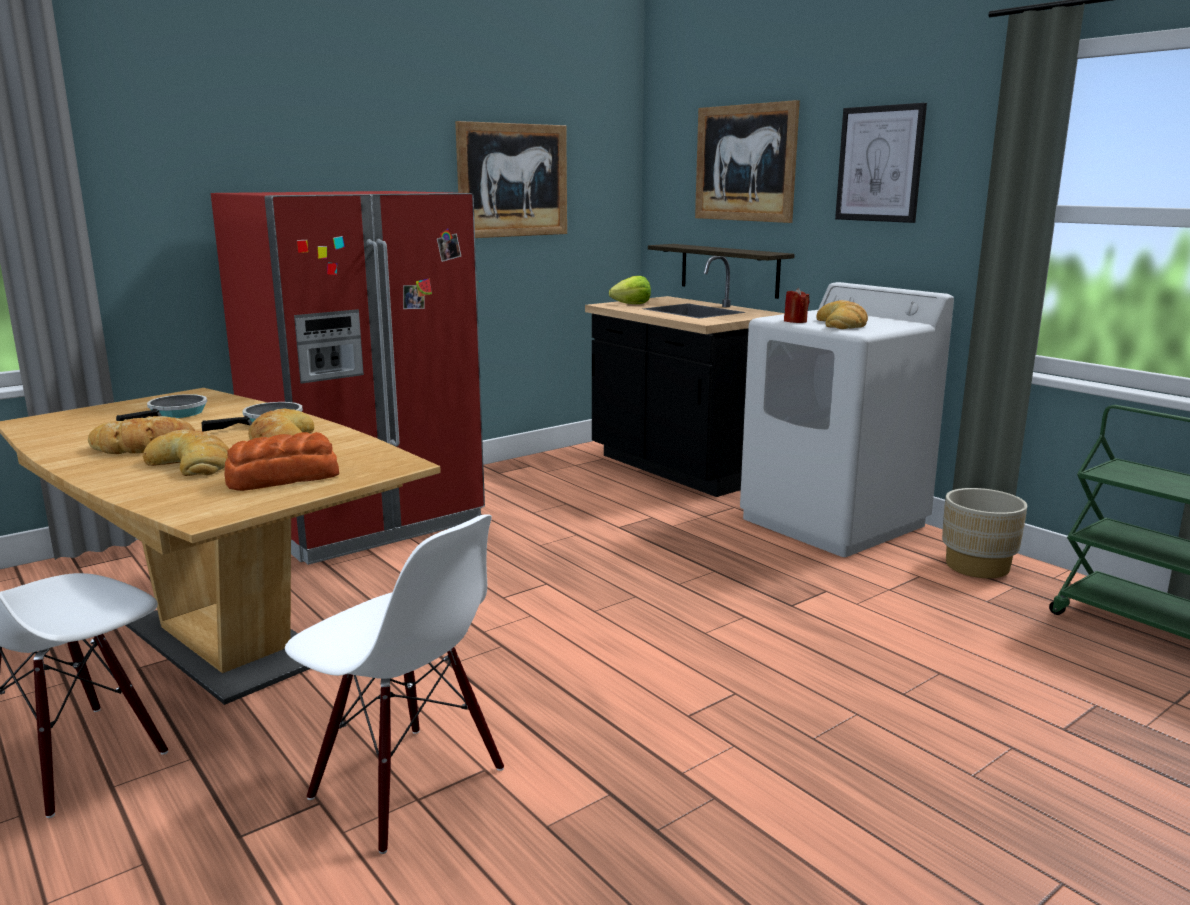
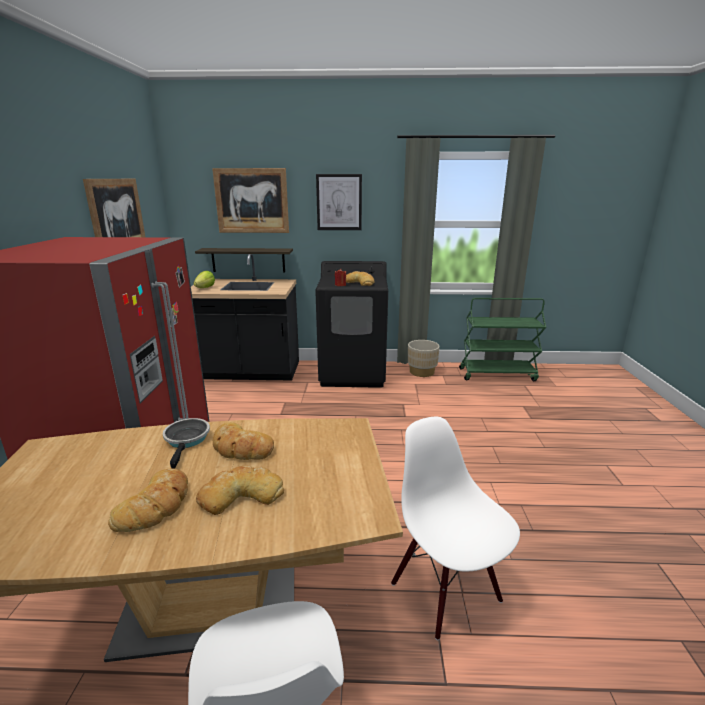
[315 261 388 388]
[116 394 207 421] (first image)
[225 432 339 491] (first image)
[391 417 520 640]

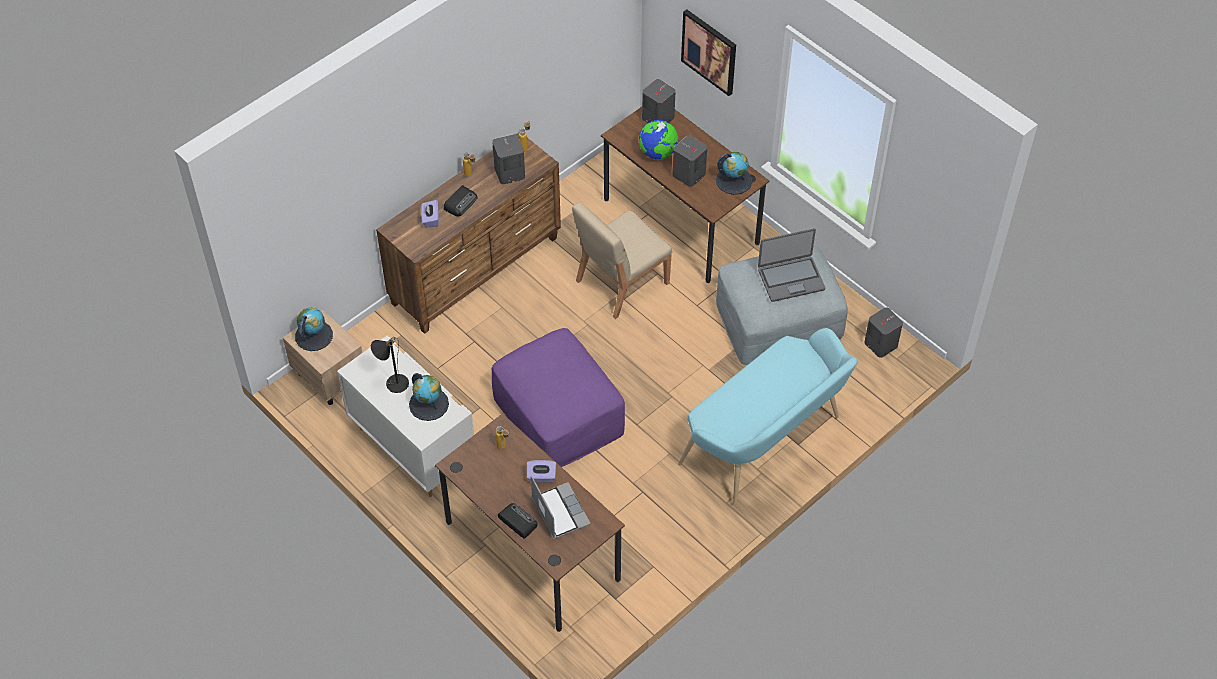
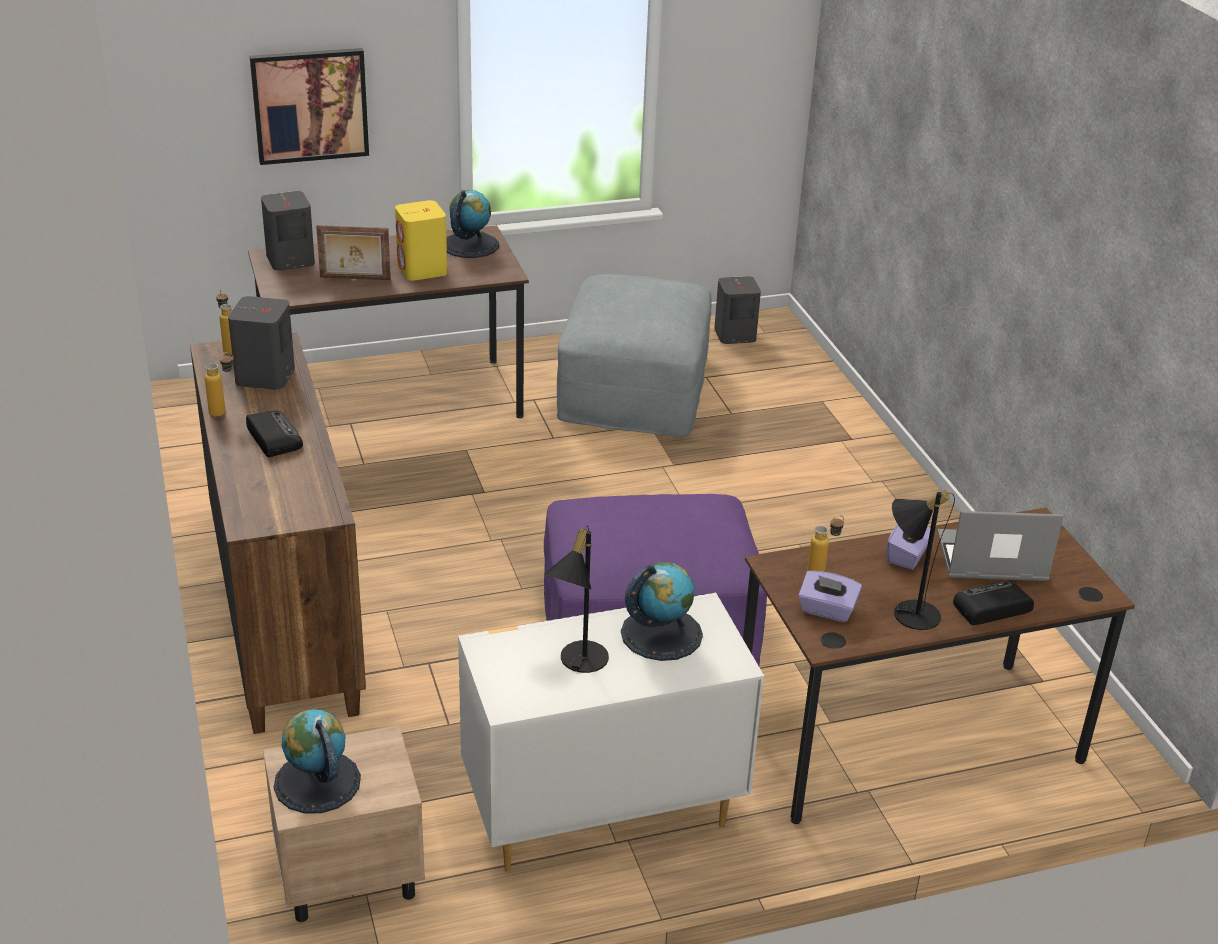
[316 225 391 280]
[395 200 447 281]
[798 571 862 622]
[572 203 672 319] (first image)
[758 228 825 302] (first image)
[678 328 858 505] (first image)
[892 490 955 630]

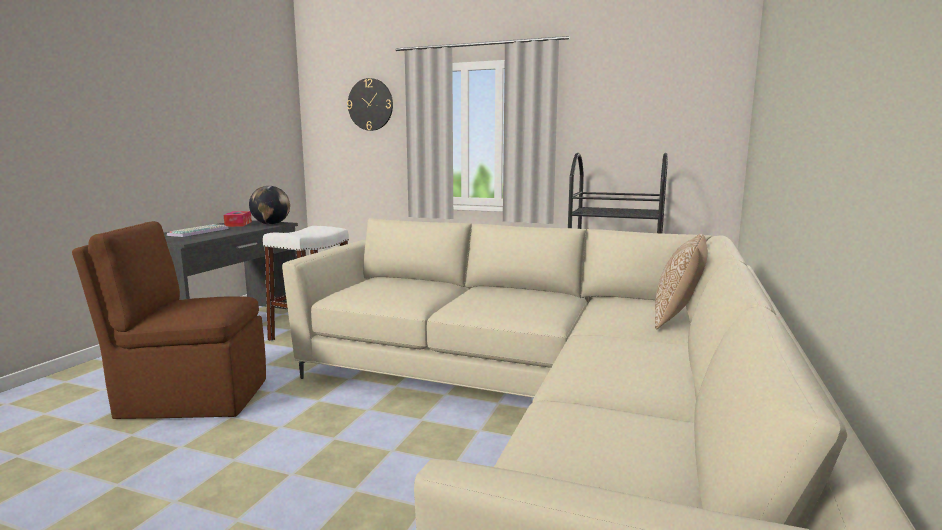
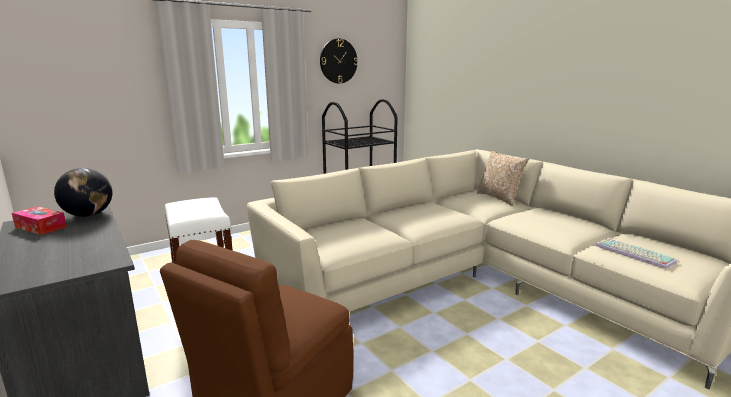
[320 39 358 84]
[595 238 677 269]

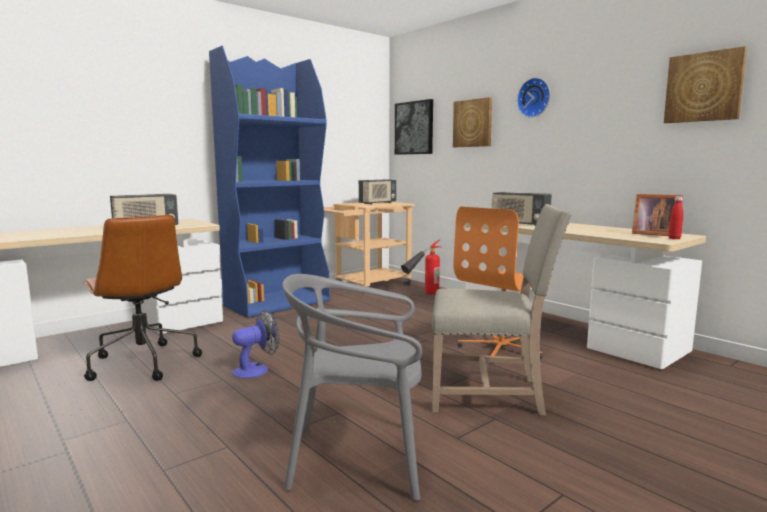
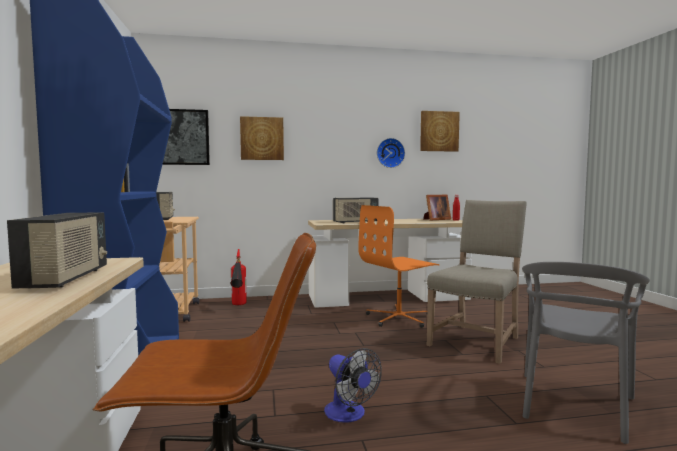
[377 138 405 168]
[358 205 440 328]
[324 348 382 423]

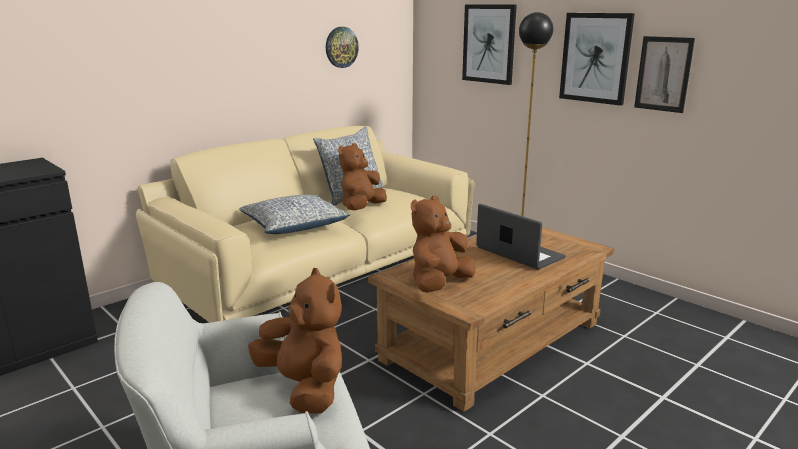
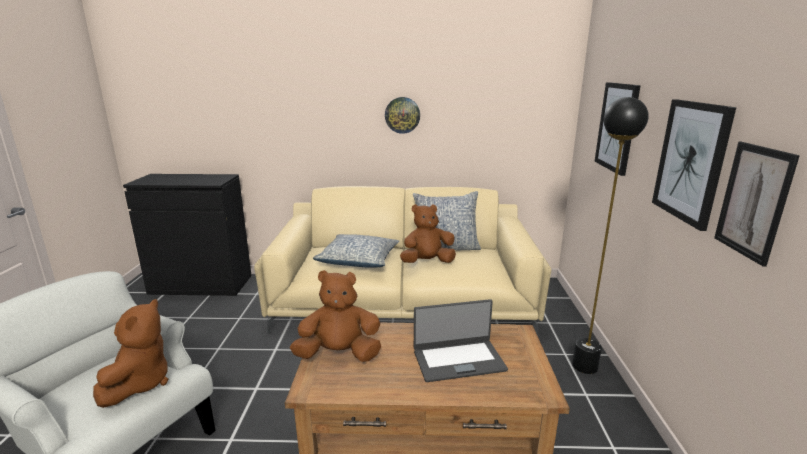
[385 97 420 134]
[414 299 508 382]

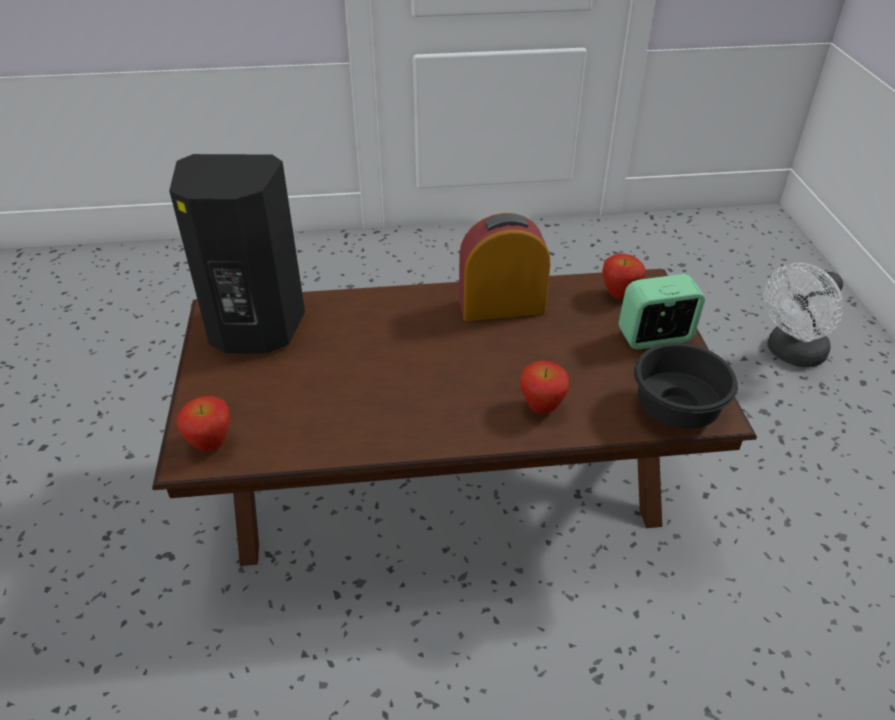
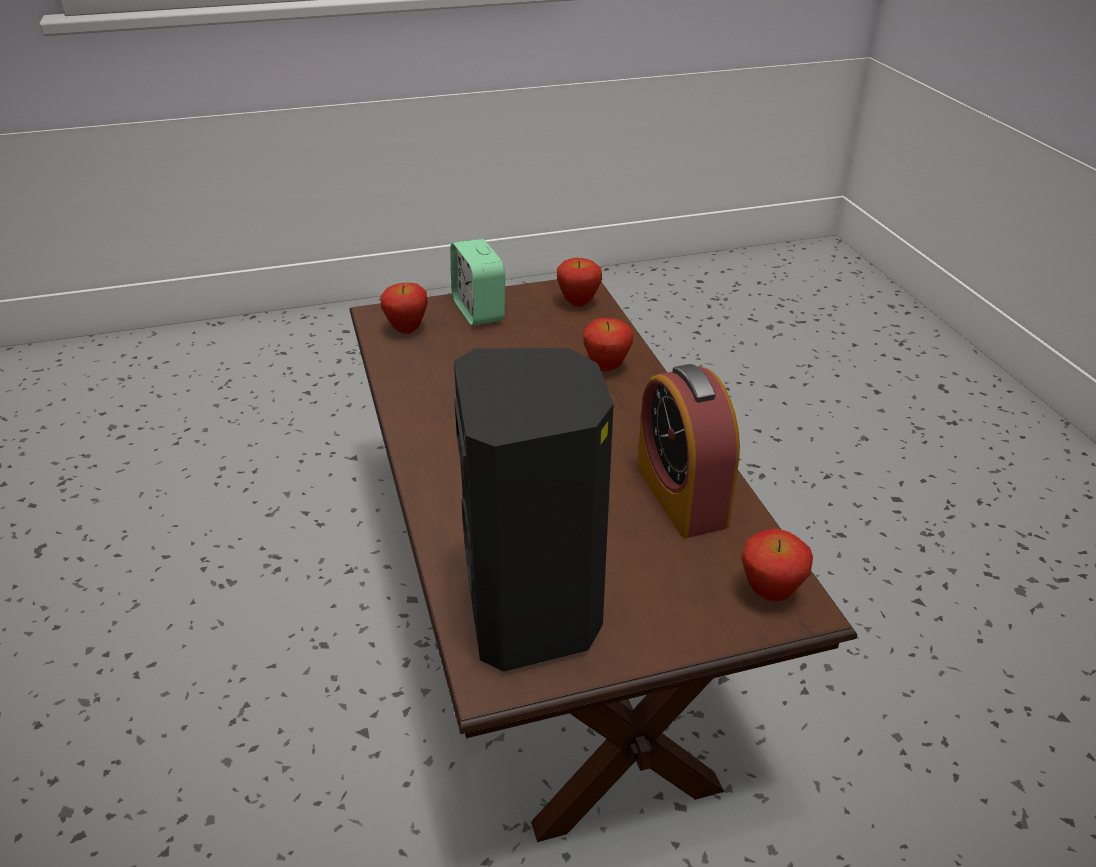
[637 364 740 538]
[764 263 844 367] (first image)
[557 258 602 307]

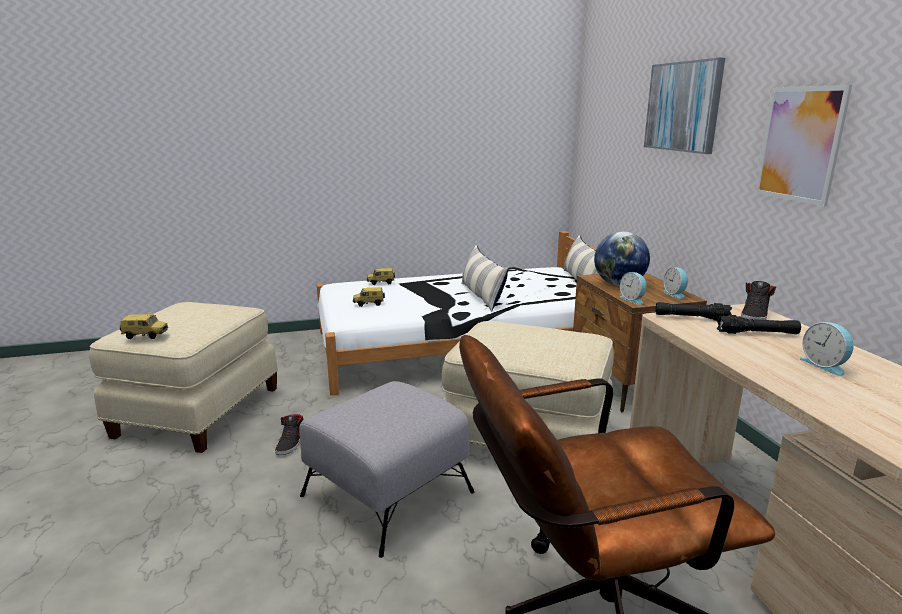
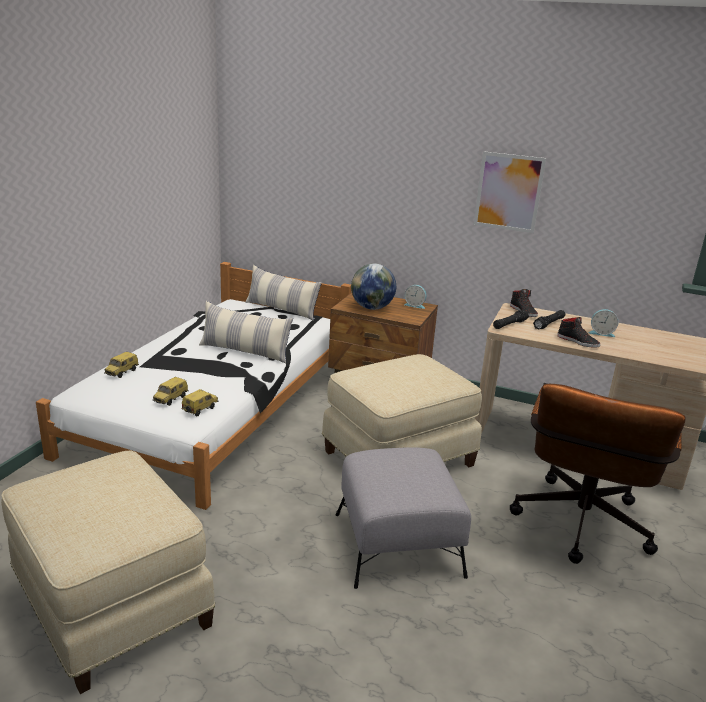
[644 58 725 154] (first image)
[619 272 647 305] (first image)
[181 389 218 416]
[557 317 600 348]

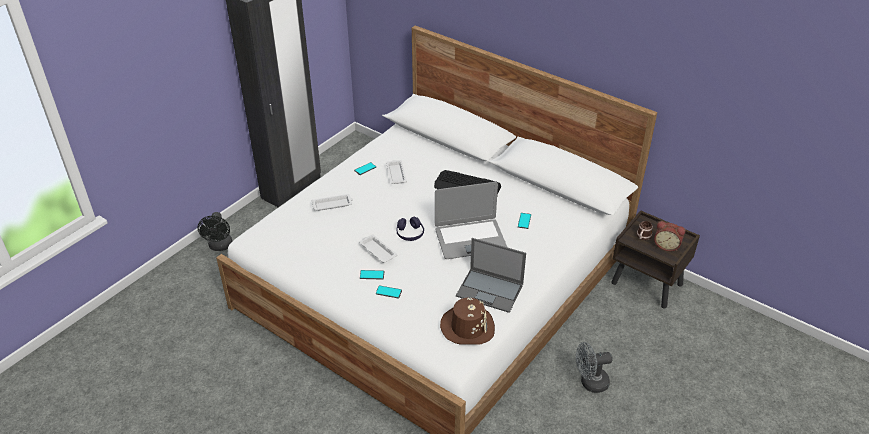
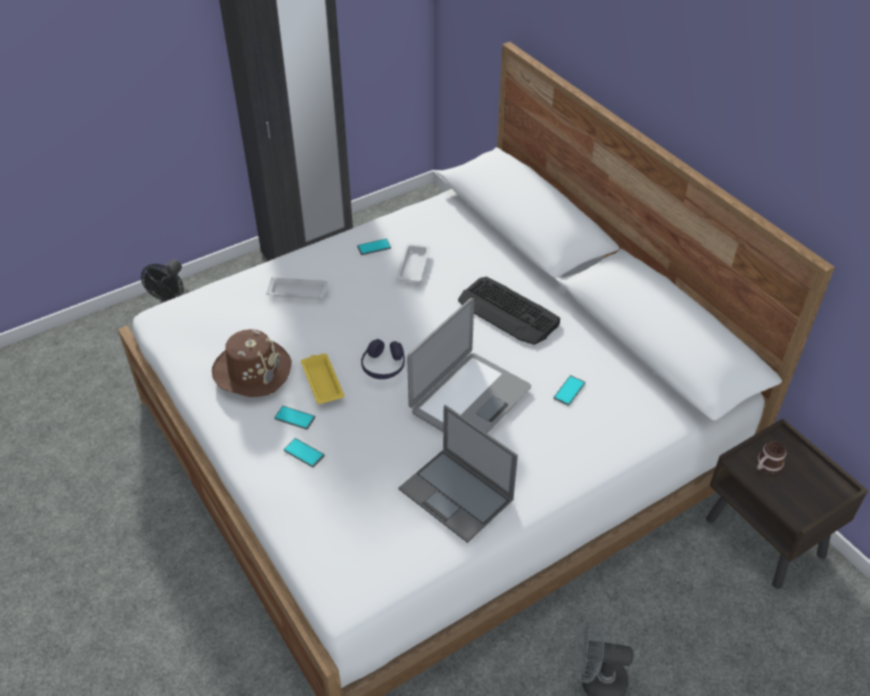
[407 298 531 433]
[654 221 686 251] (first image)
[301 353 344 404]
[212 329 292 397]

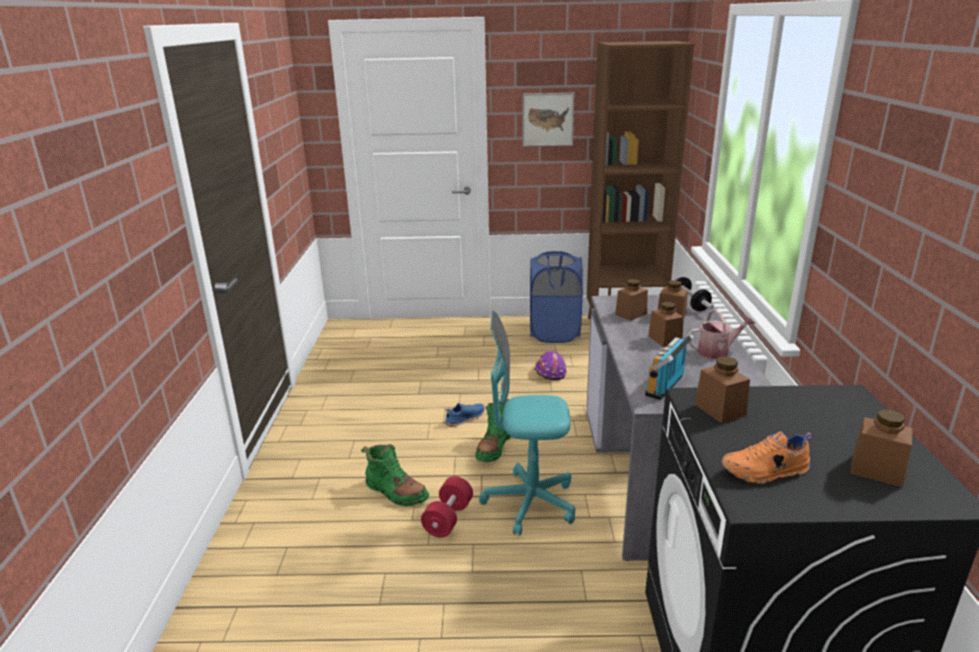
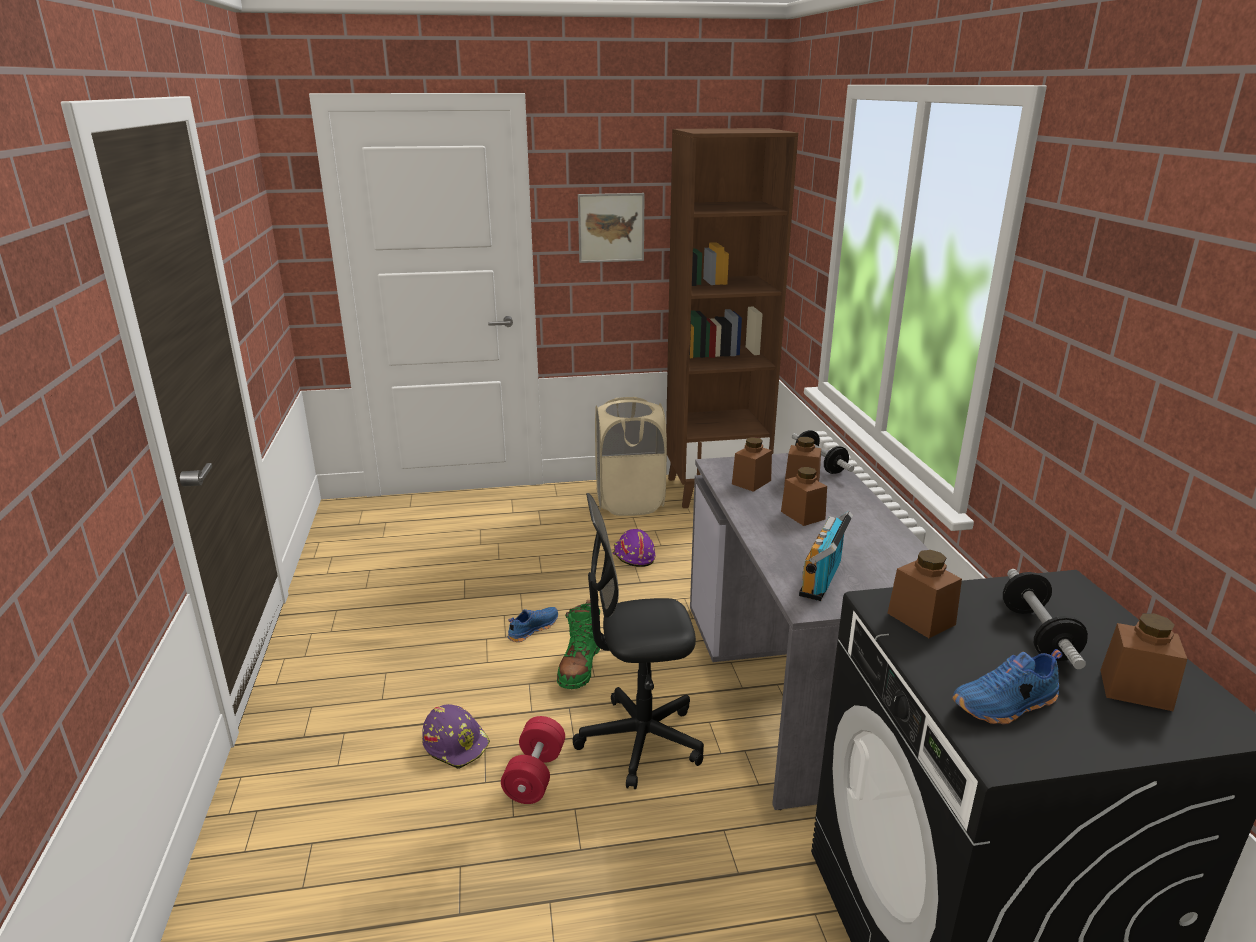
[595 397 667 516]
[687 309 755 359] (first image)
[573 493 704 789]
[952 649 1063 725]
[422 704 490 769]
[1003 569 1088 669]

